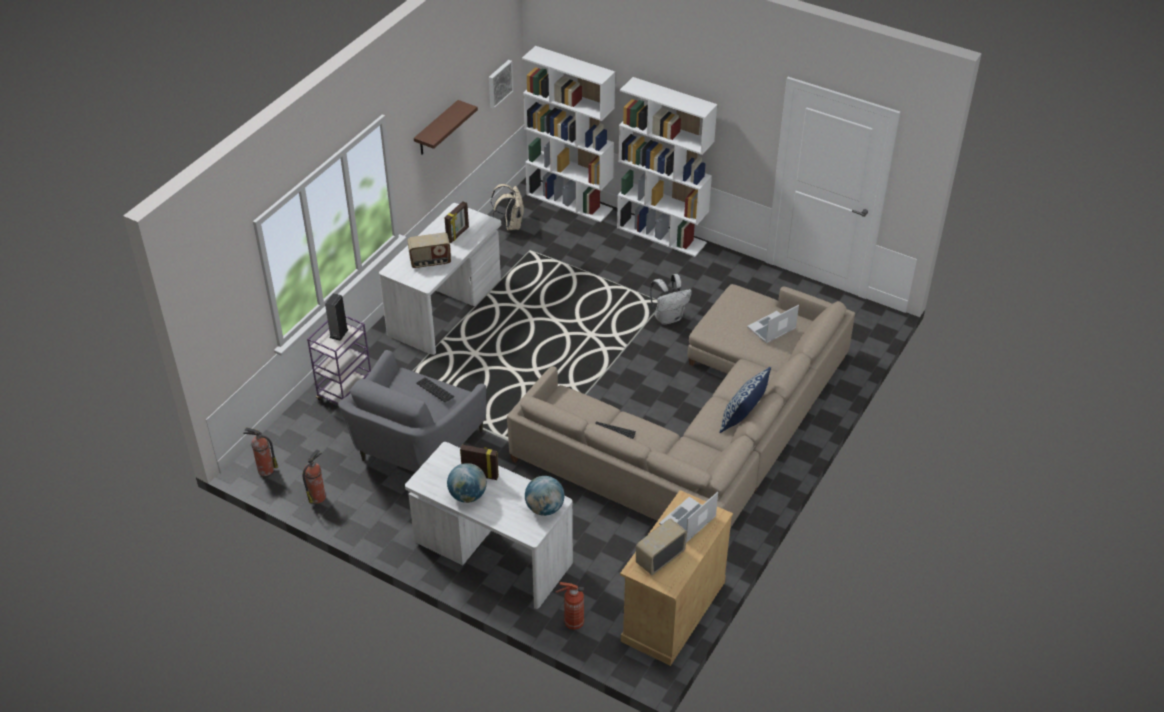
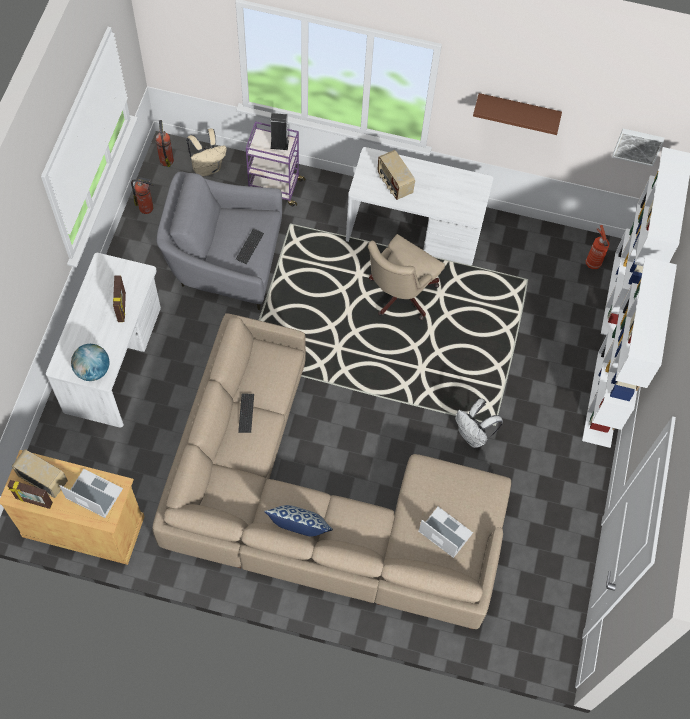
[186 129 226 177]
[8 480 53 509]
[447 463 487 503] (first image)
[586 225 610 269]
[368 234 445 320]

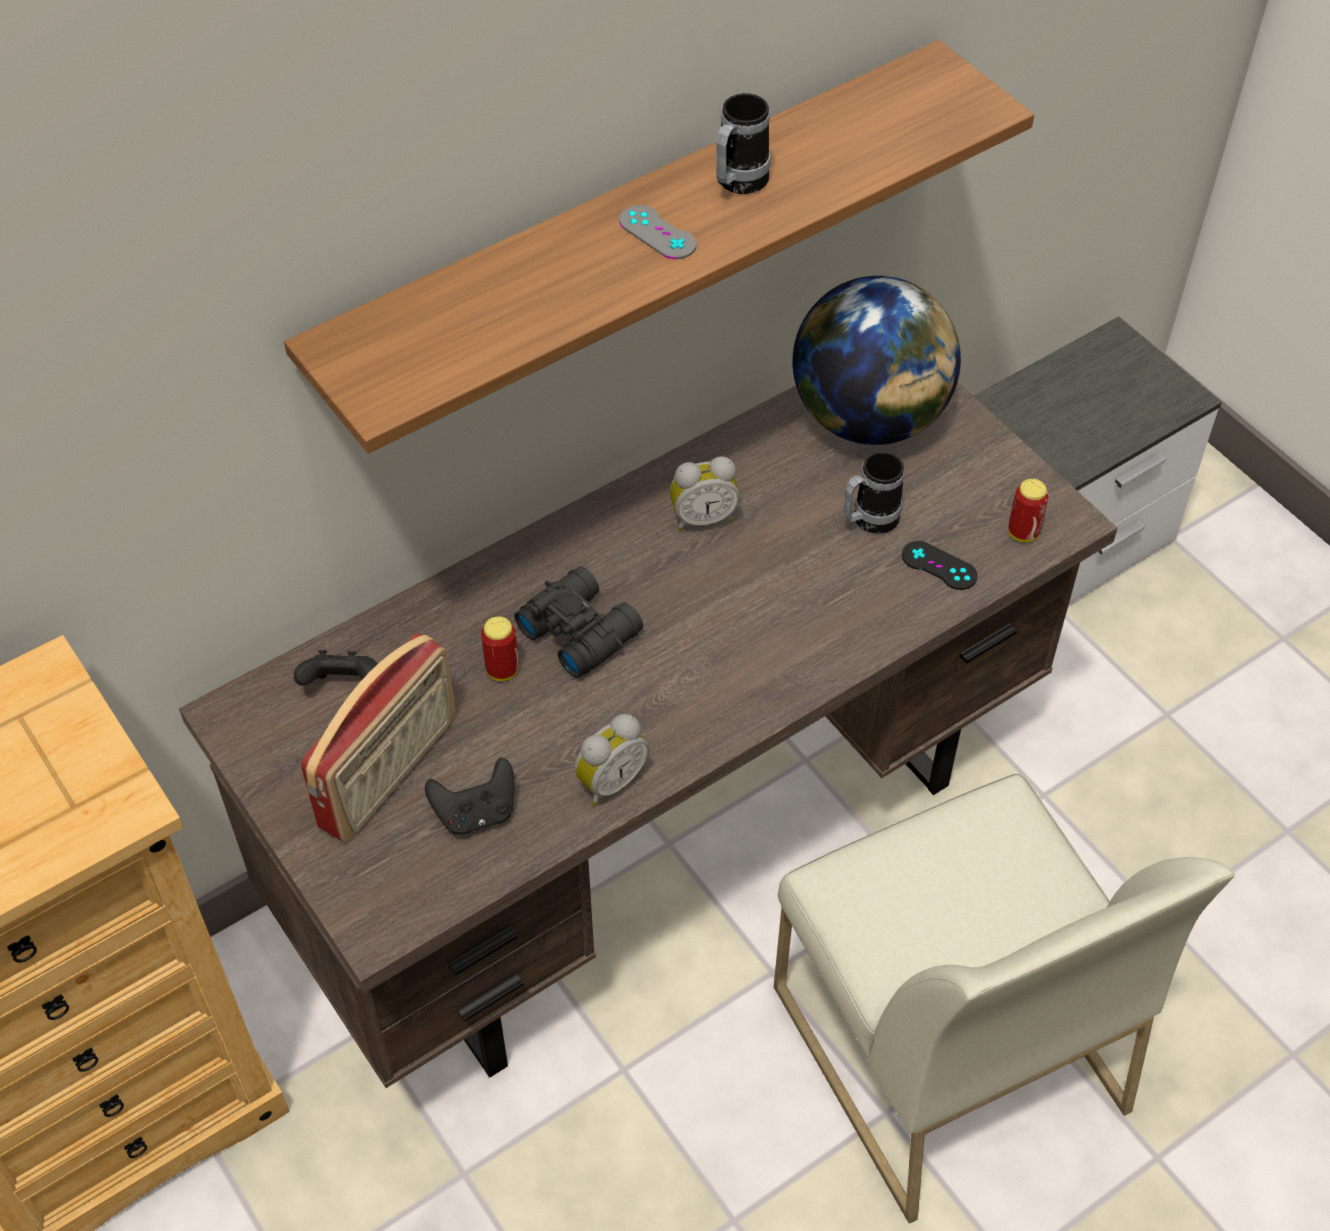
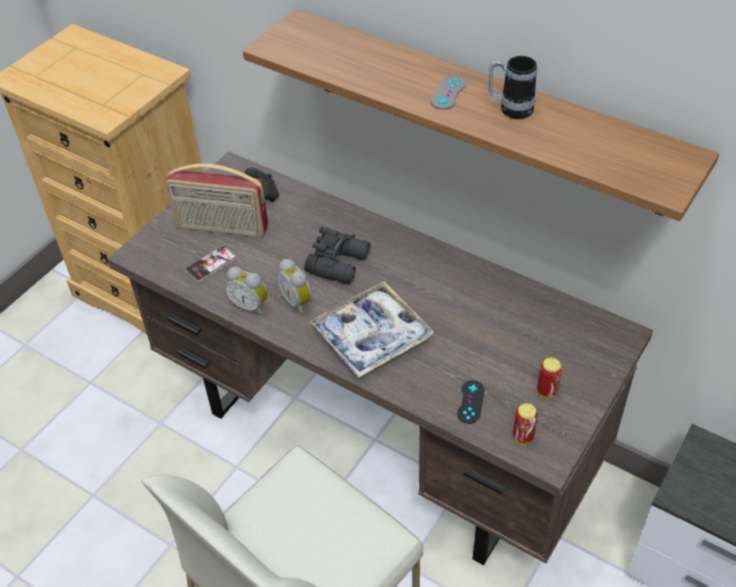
[793 276 961 445] (first image)
[844 452 904 534] (first image)
[277 259 312 315]
[537 358 562 398]
[185 245 237 282]
[310 281 434 378]

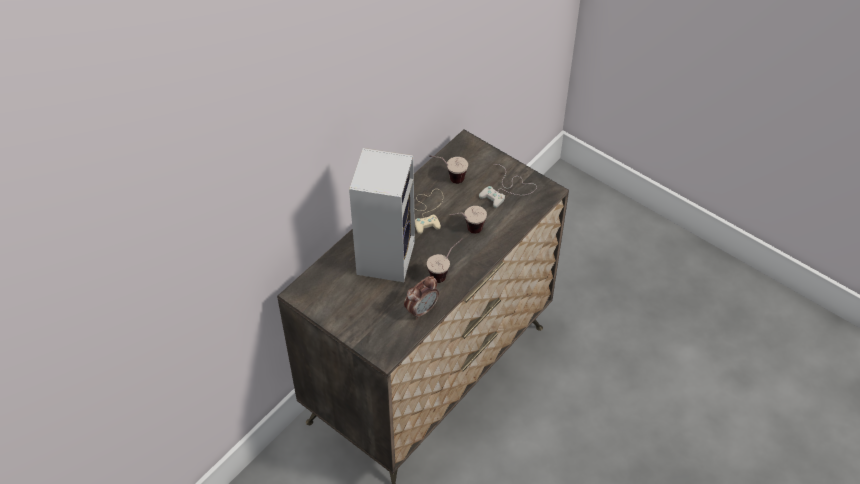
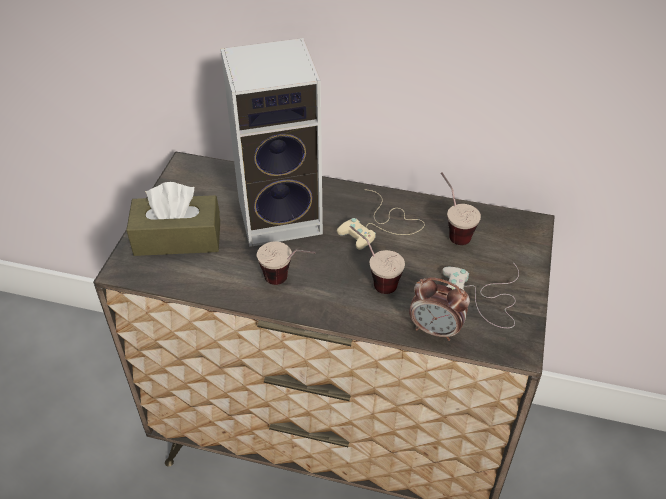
[409 277 470 341]
[126 182 220 256]

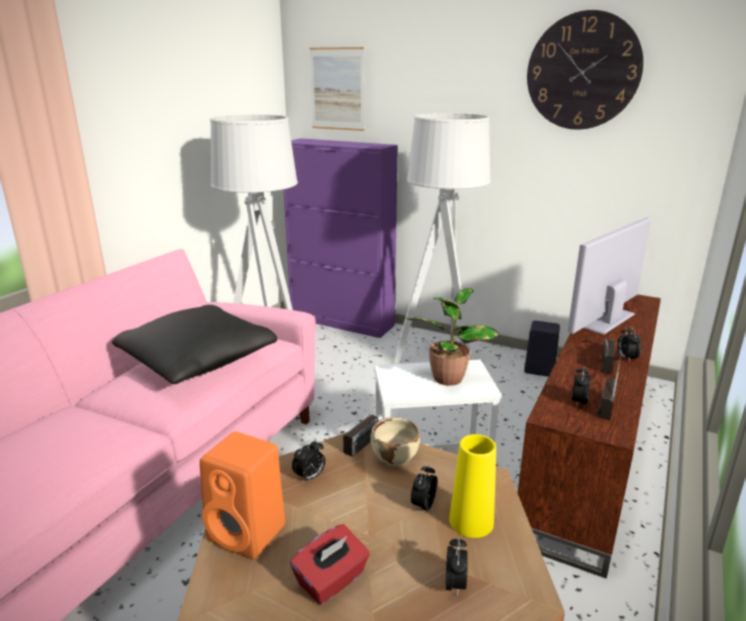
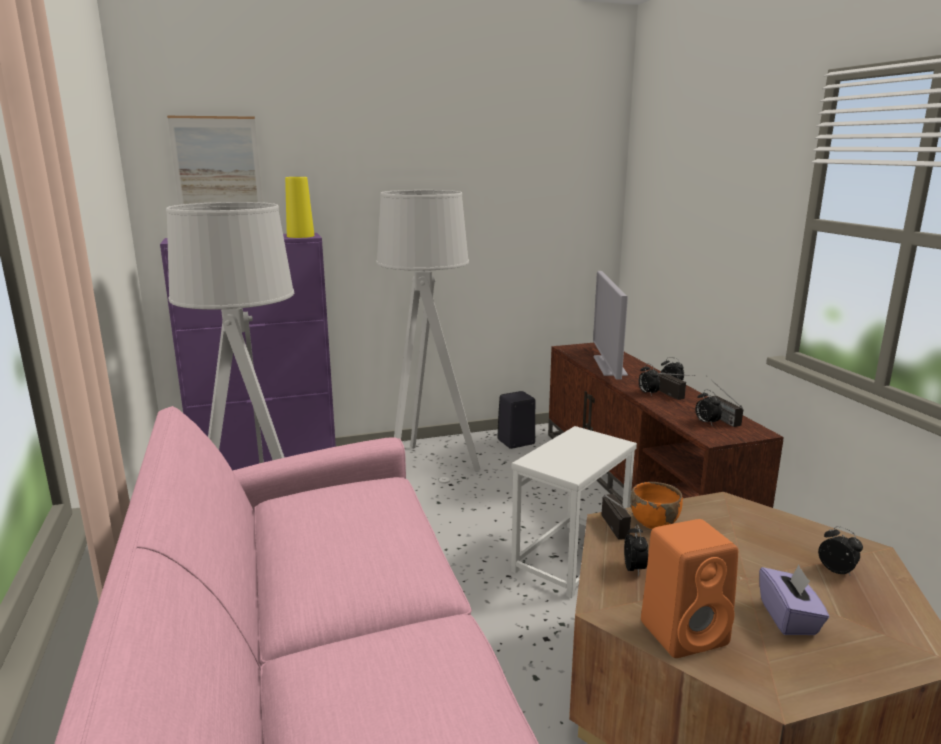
[527 10 644 130] (first image)
[405 288 499 386] (first image)
[112 305 277 384] (first image)
[630 482 683 529]
[285 177 314 238]
[639 363 660 396]
[759 565 829 635]

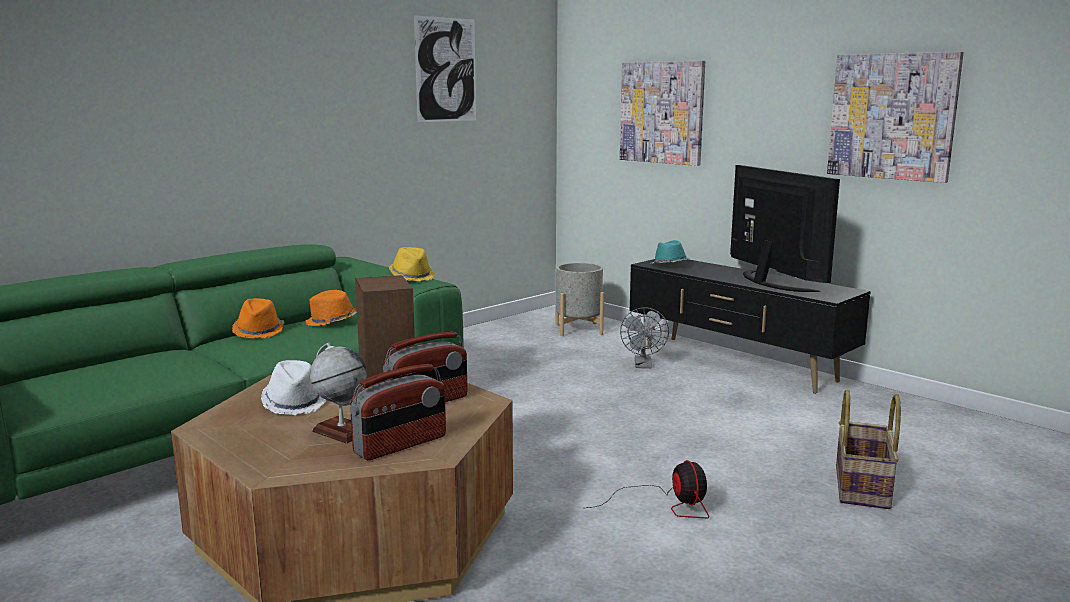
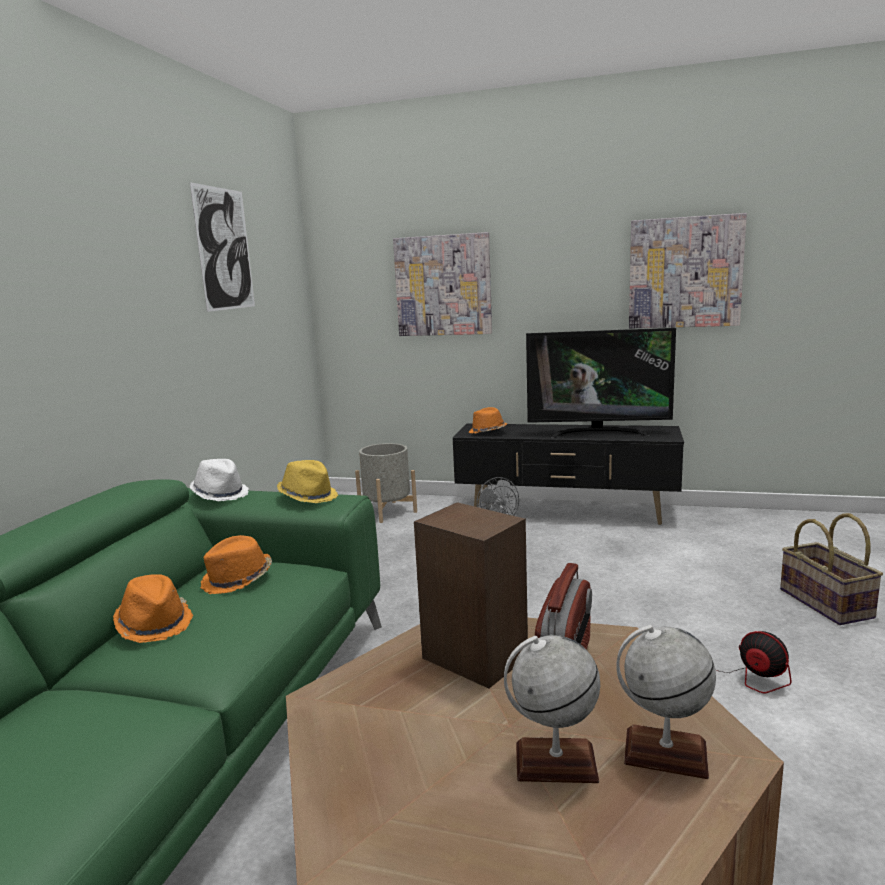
[526 328 676 438]
[469 407 507 434]
[190 459 249 501]
[616 625 716 779]

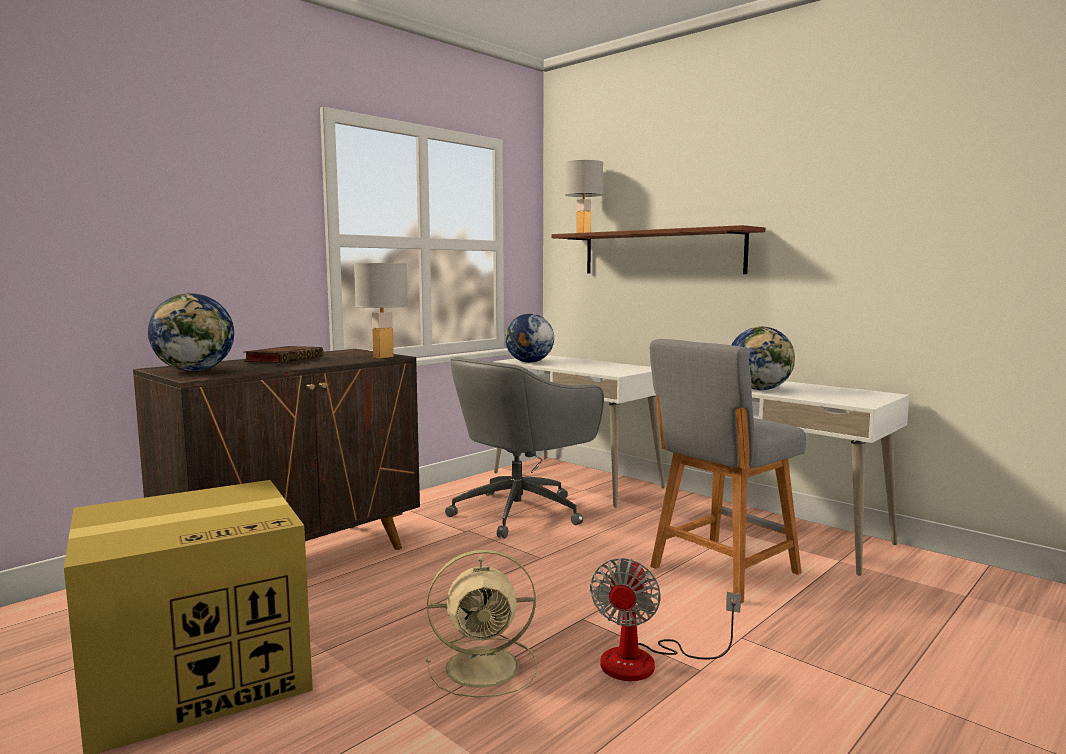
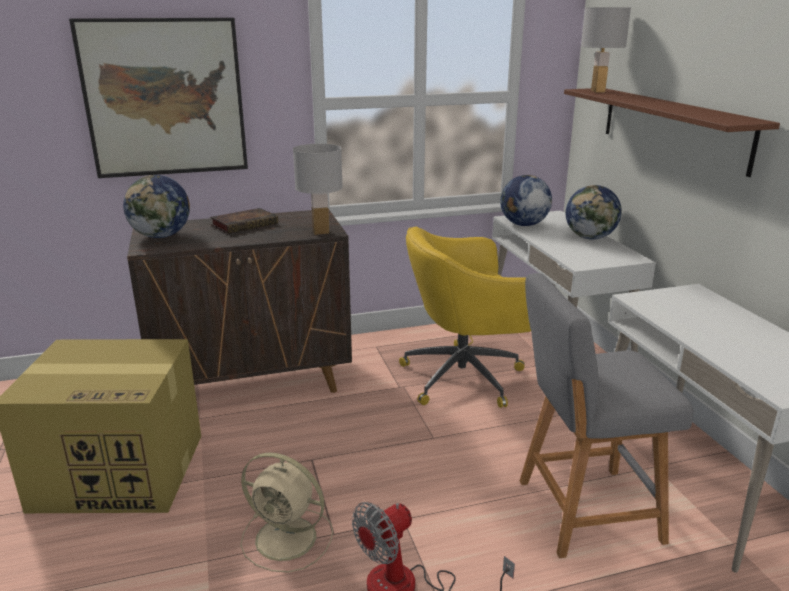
[565 185 622 239]
[399 227 531 408]
[69 18 248 178]

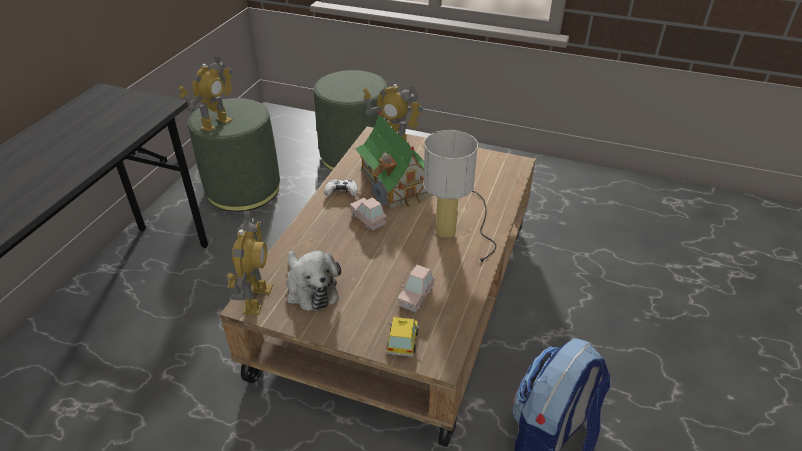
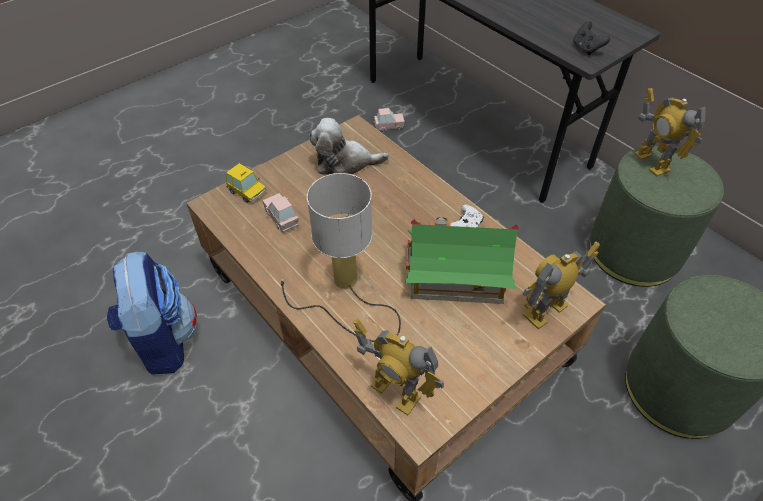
[374 108 405 131]
[354 318 444 415]
[573 21 610 55]

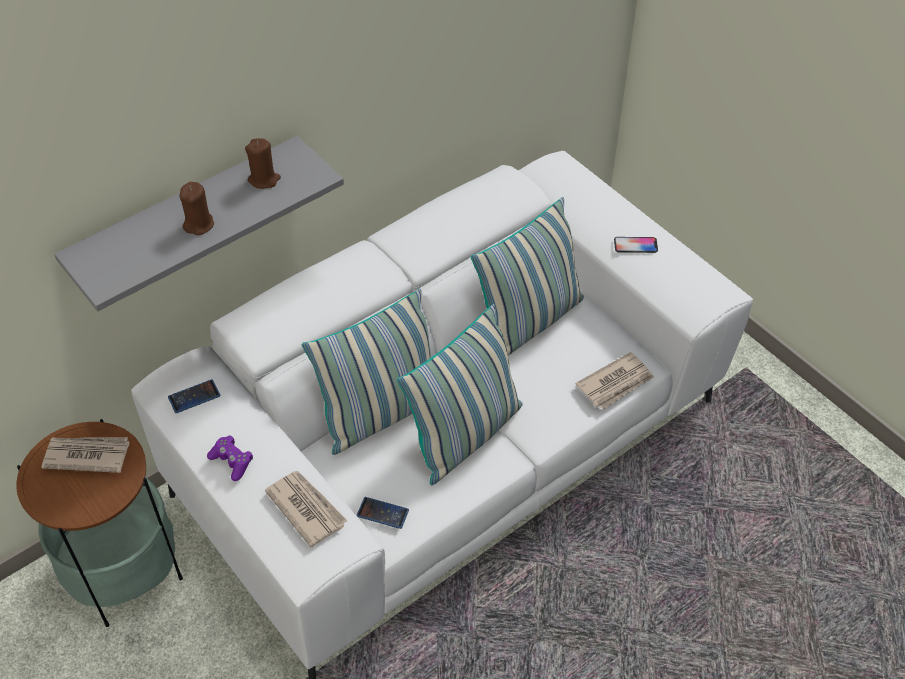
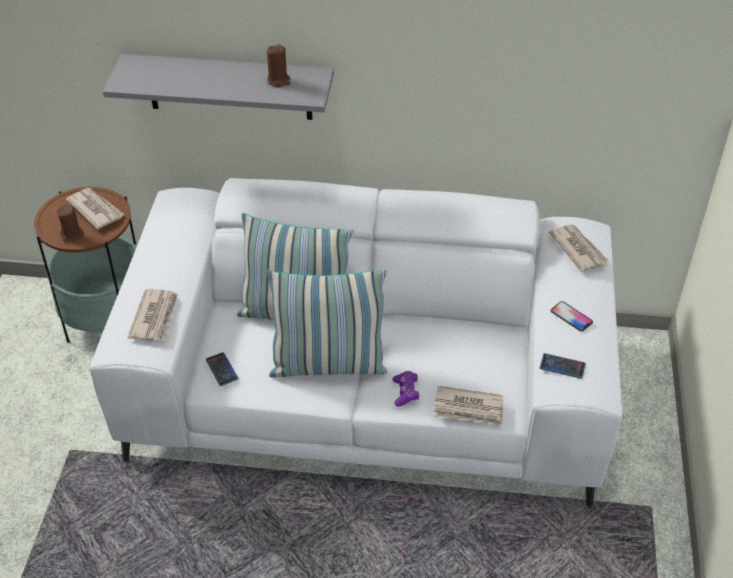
[57 205 84 242]
[471 197 584 356] (first image)
[540 353 586 379]
[393 371 419 406]
[549 224 610 272]

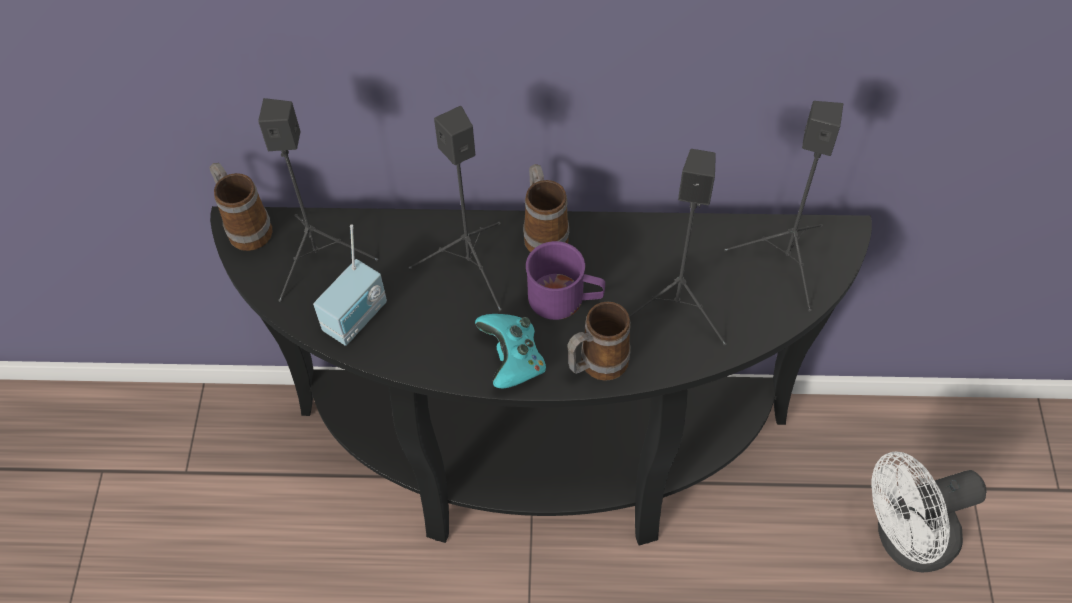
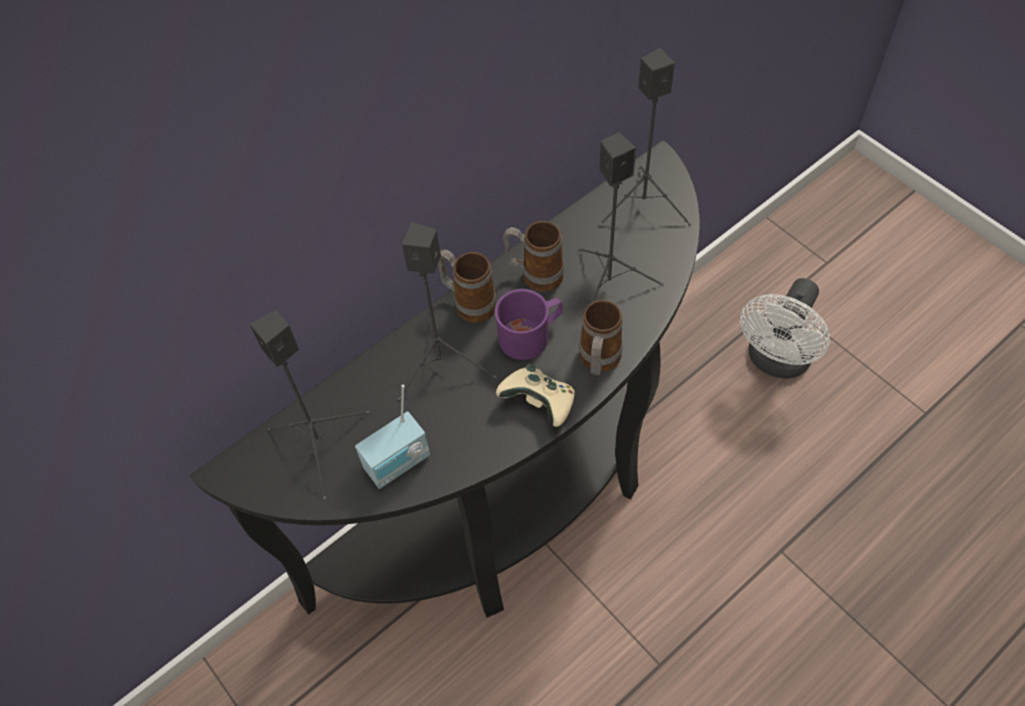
[503 221 564 292]
[355 384 430 489]
[496 364 575 427]

